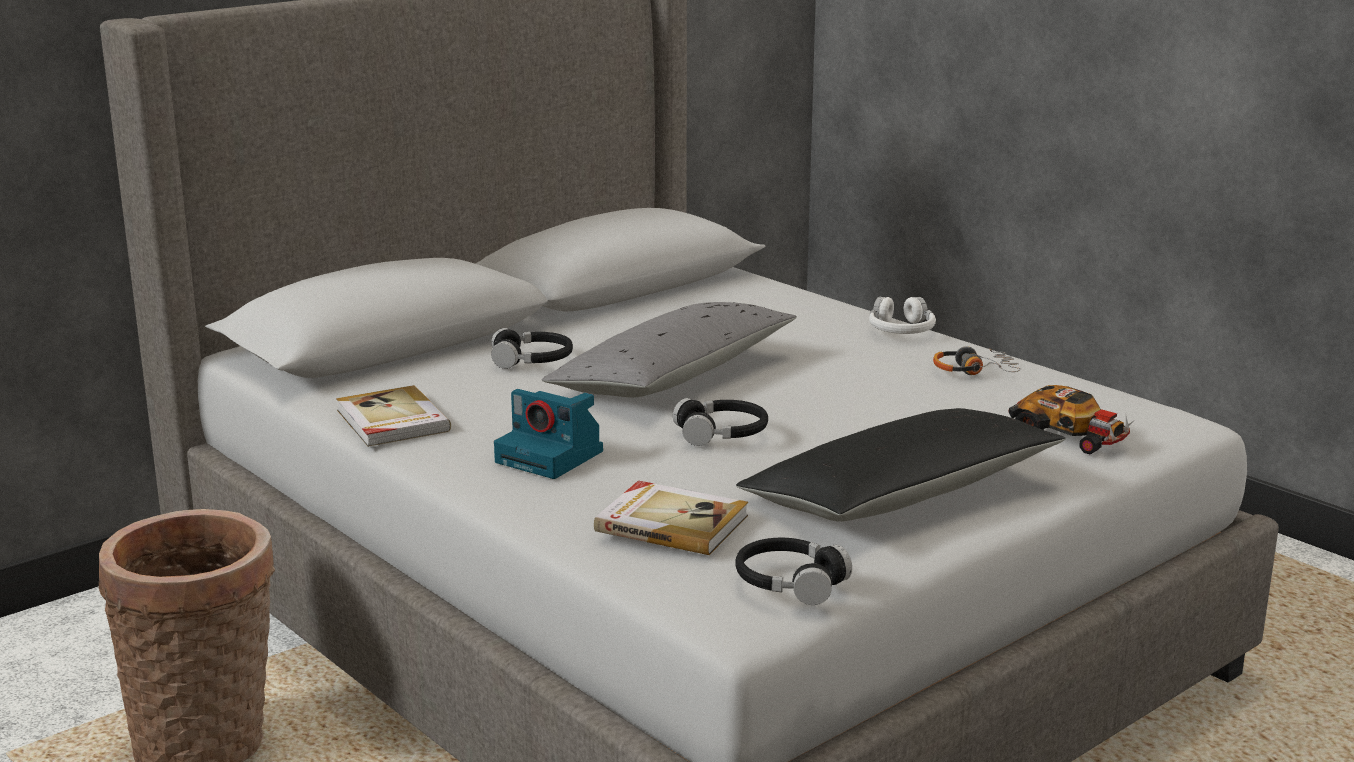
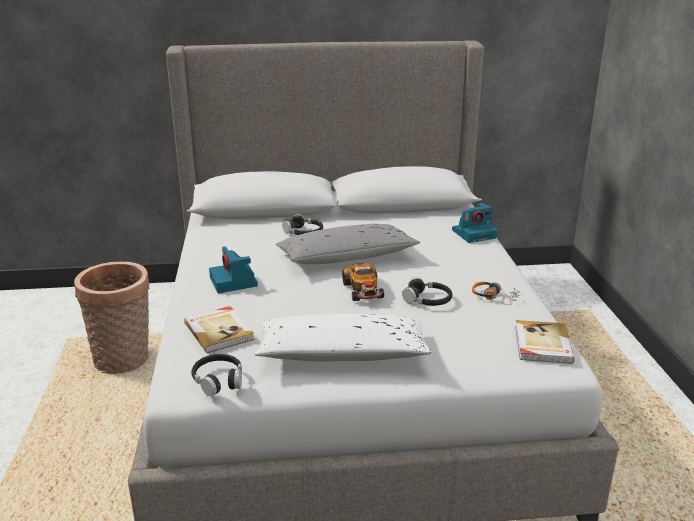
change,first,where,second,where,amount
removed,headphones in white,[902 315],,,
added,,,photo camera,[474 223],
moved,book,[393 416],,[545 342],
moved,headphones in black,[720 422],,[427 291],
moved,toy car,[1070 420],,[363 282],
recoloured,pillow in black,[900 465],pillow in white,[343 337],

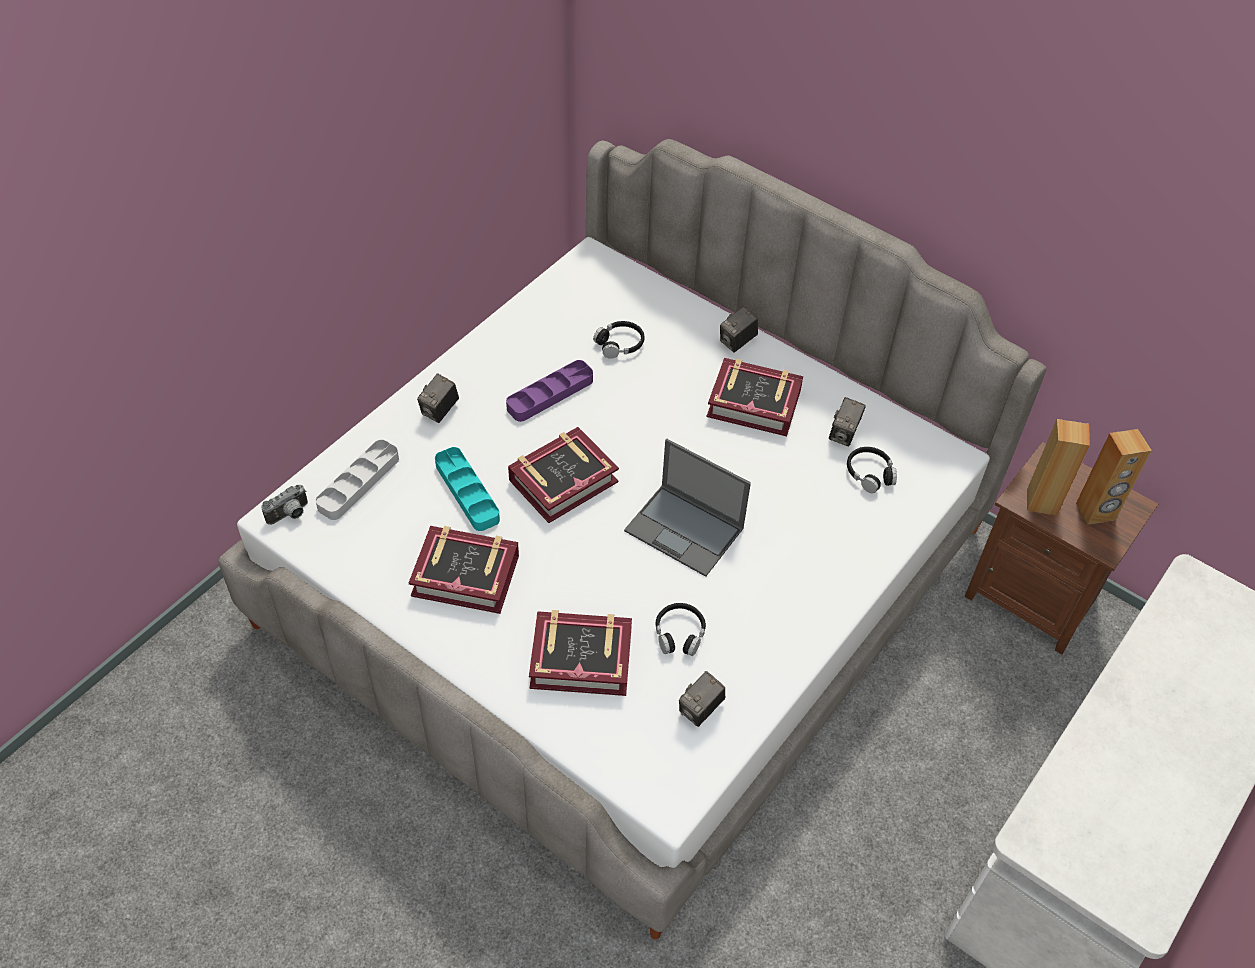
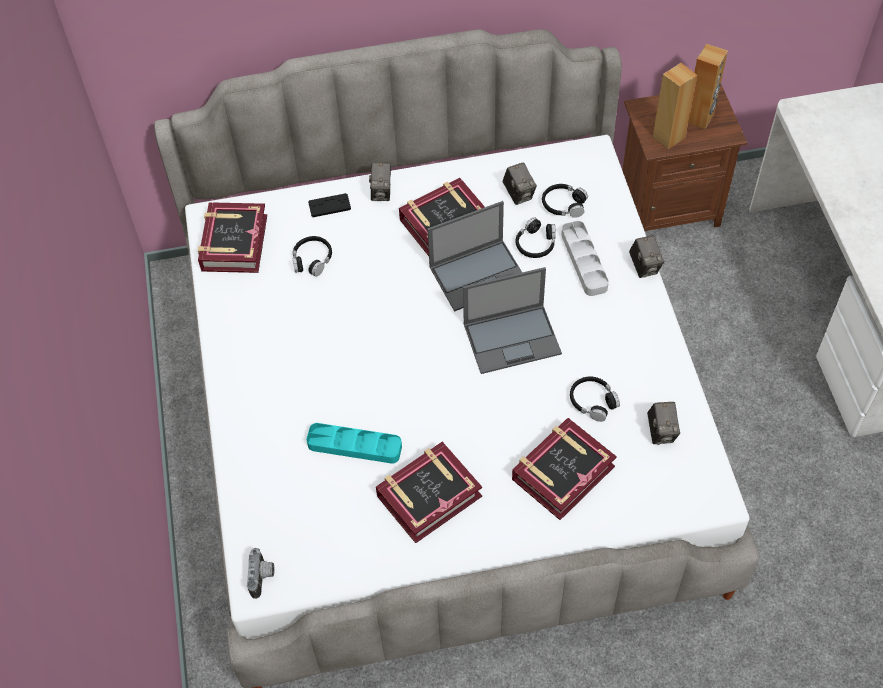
change,first,where,second,where,amount
removed,tray in purple,[549 391],,,
added,,,game controller in black,[329 205],
added,,,laptop,[474 256],
added,,,headphones in black,[535 237],
moved,tray in grey,[357 479],,[585 258],
moved,photo camera,[438 398],,[646 256],
moved,book,[563 475],,[232 237],

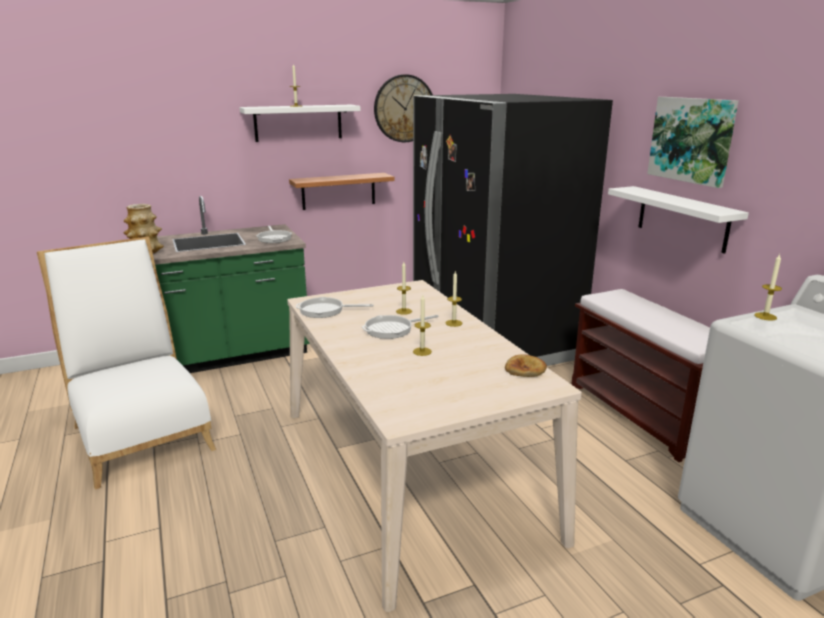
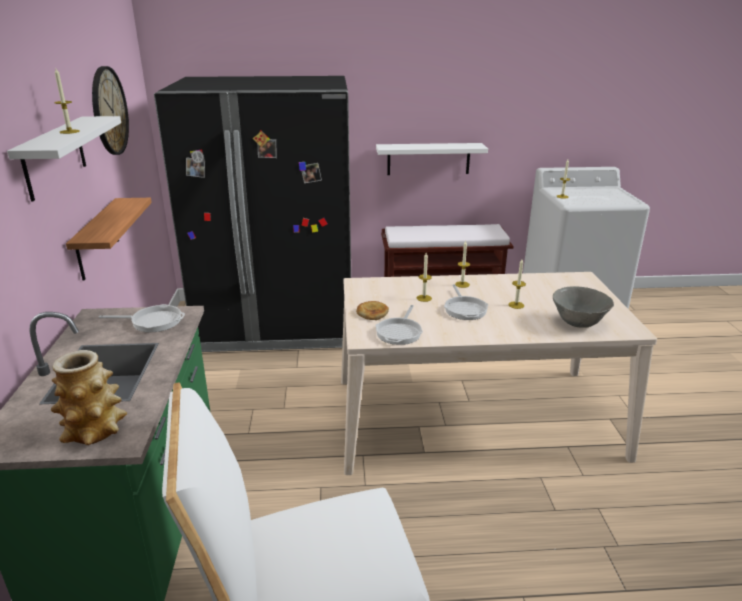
change,first,where,second,where,amount
removed,picture,[692 142],,,
added,,,bowl in grey,[583 307],
moved,bread,[526 365],,[372 310],

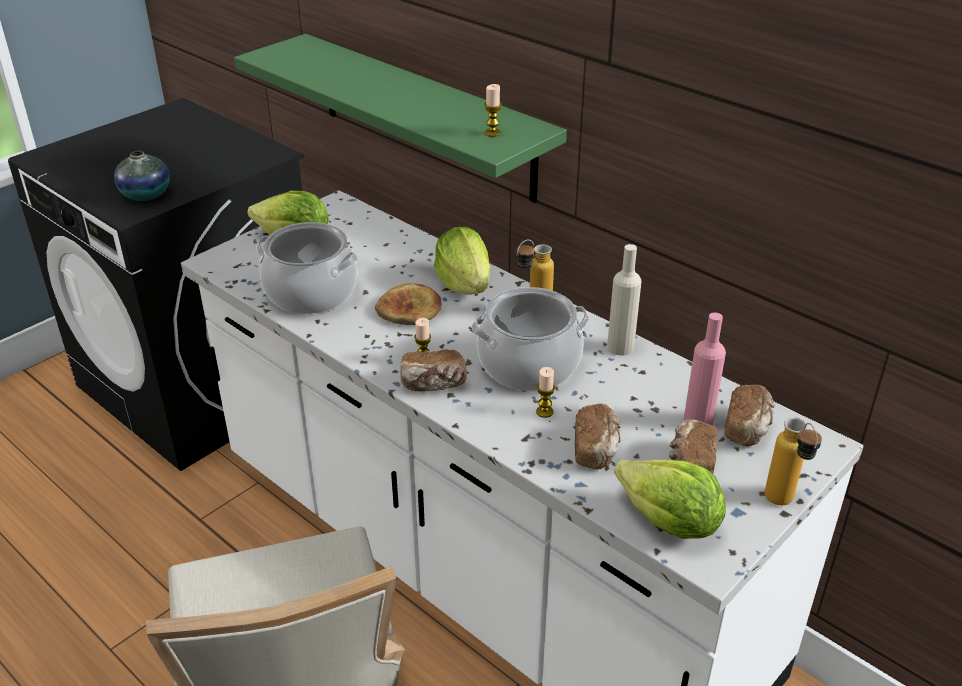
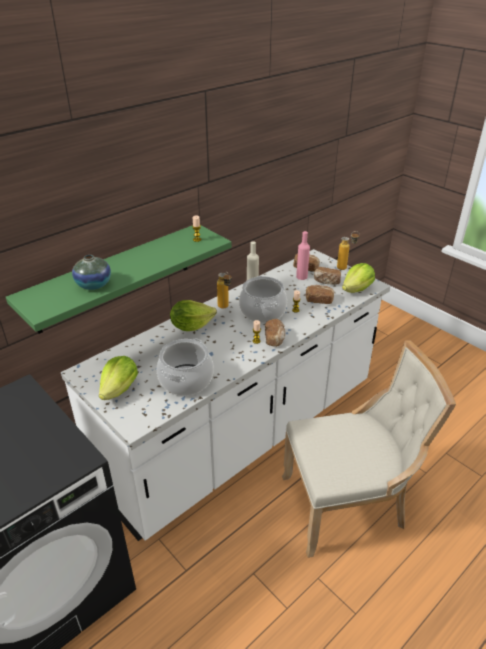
change,first,where,second,where,amount
removed,bread,[408 304],,,
moved,vase,[142 176],,[91 272],

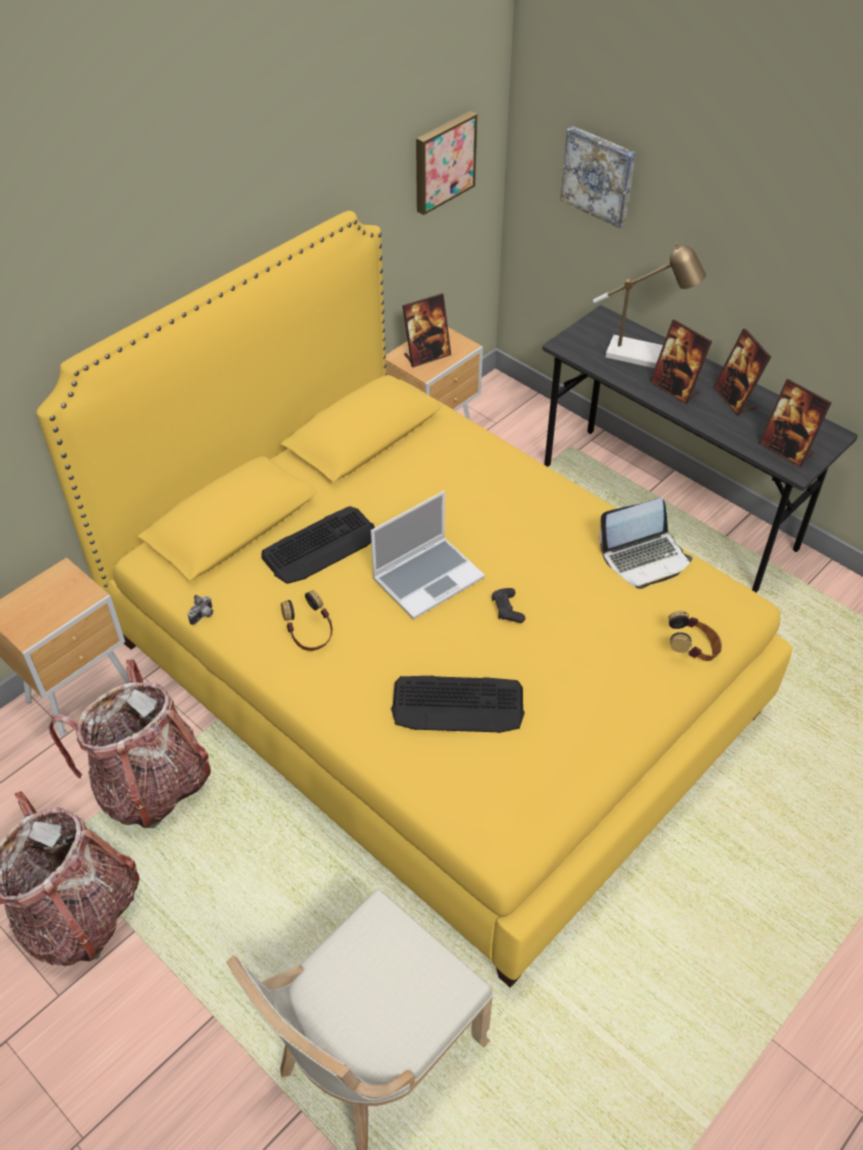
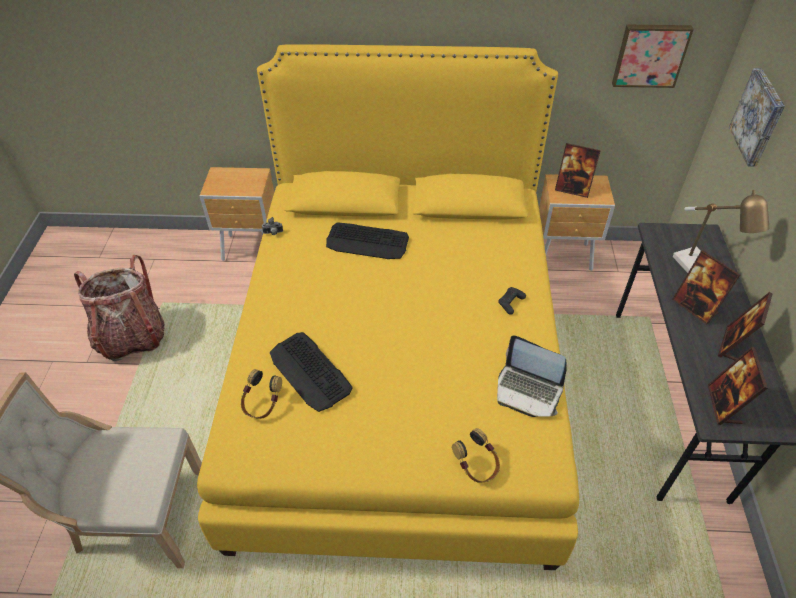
change,first,where,second,where,amount
removed,backpack,[129 744],,,
removed,laptop,[428 555],,,
moved,headphones,[307 620],,[261 394],
moved,game controller in black,[508 605],,[512 301],
turned,picture frame,[681 361],,[706 287],45 degrees counterclockwise

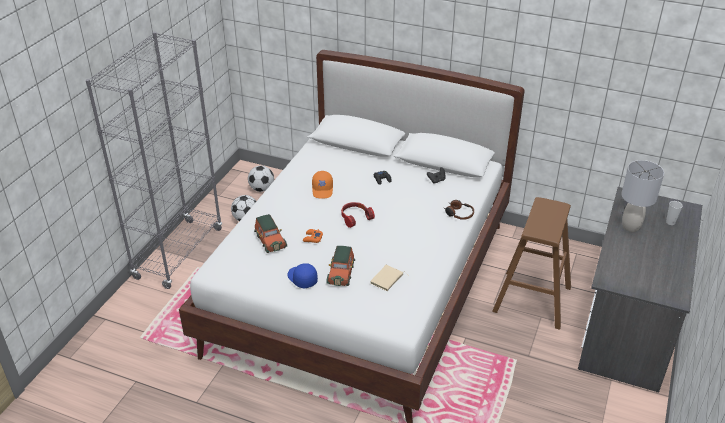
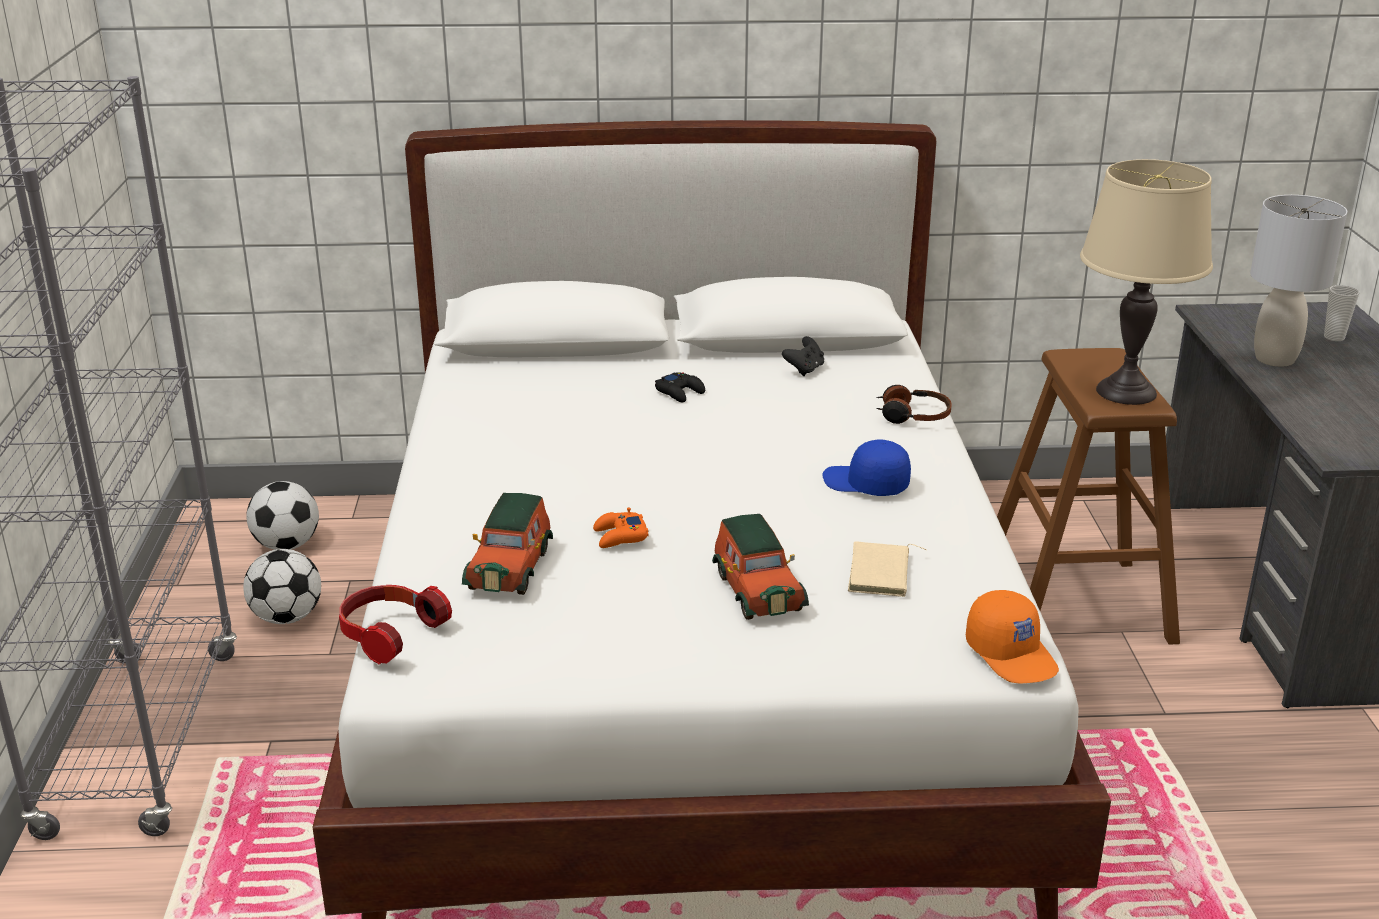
change,first,where,second,where,amount
added,,,table lamp in beige,[1146 282],
moved,cap in blue,[303 275],,[866 468],
moved,cap in orange,[322 185],,[1012 637],
moved,headphones,[358 215],,[395 625],
turned,toy car,[270 233],,[507 544],60 degrees clockwise

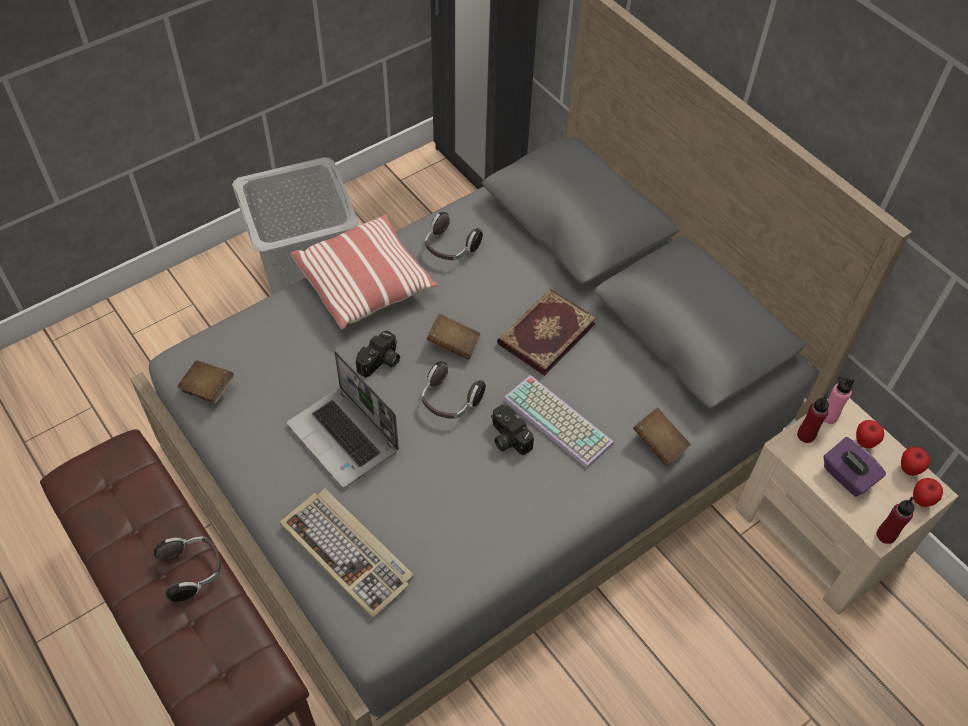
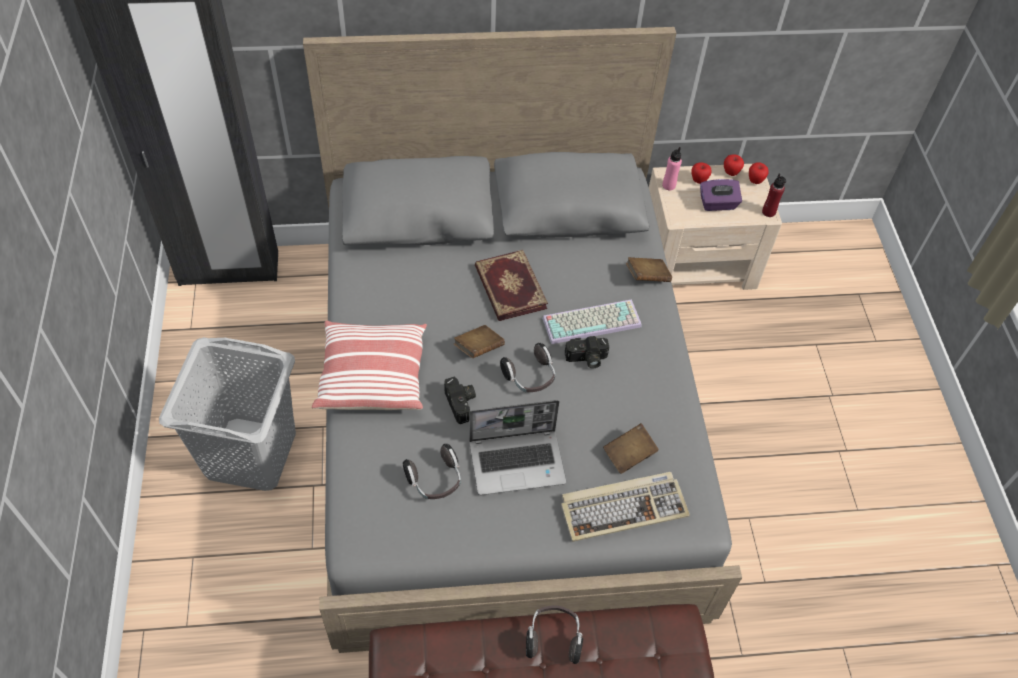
change,first,where,second,where,amount
removed,bottle in red,[813 417],,,
moved,book in brown,[205 382],,[631 448],
moved,headphones,[454 236],,[432 471],

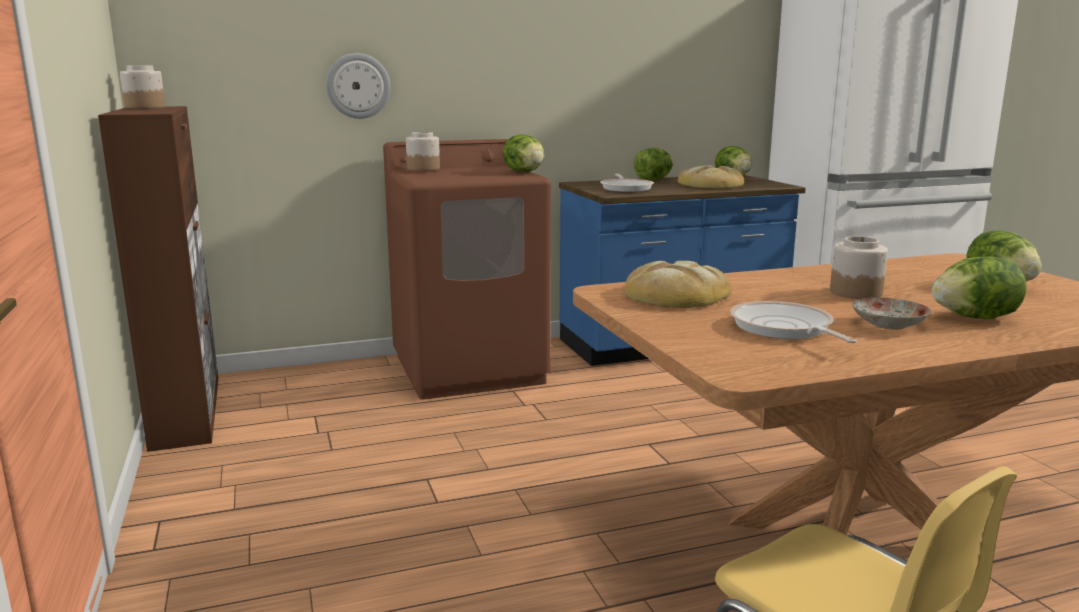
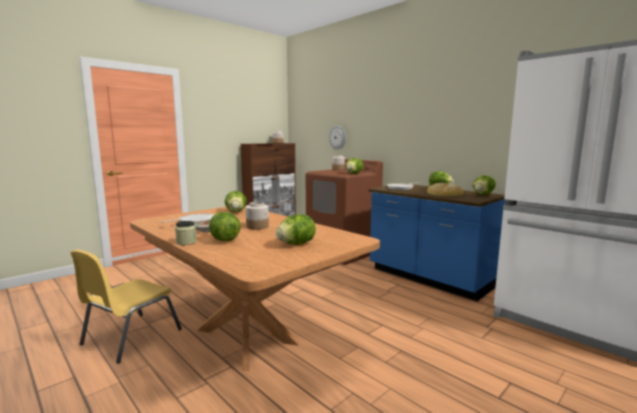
change,first,where,second,where,amount
added,,,jar,[186 233],
replaced,bread,[678 284],lettuce,[236 201],

